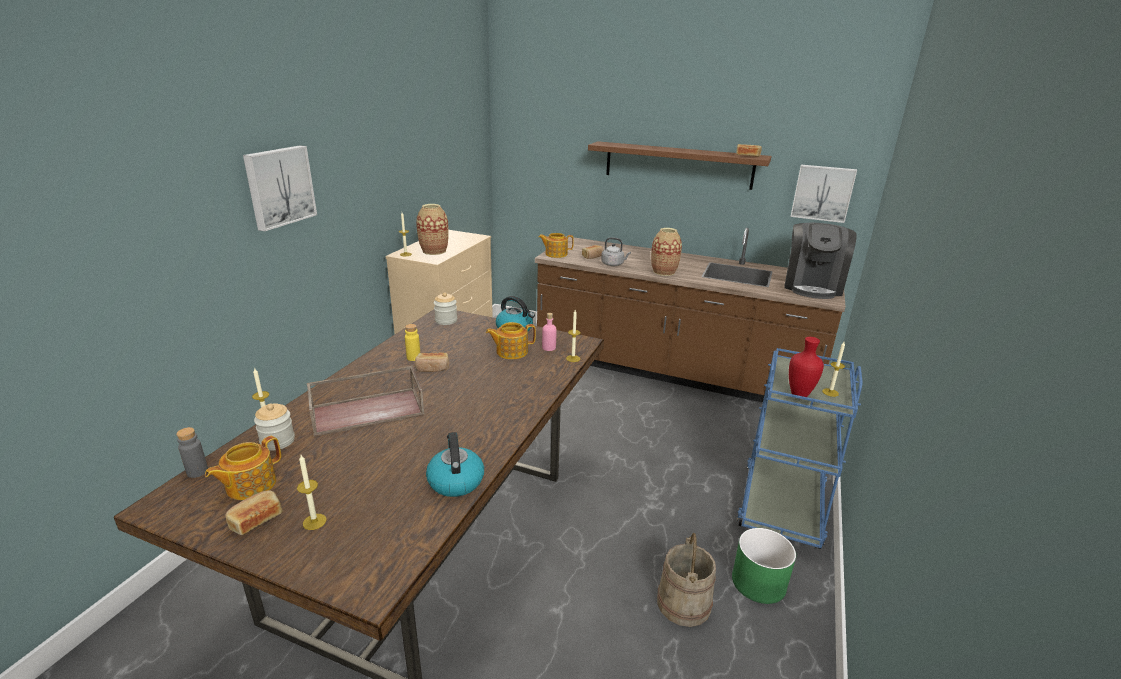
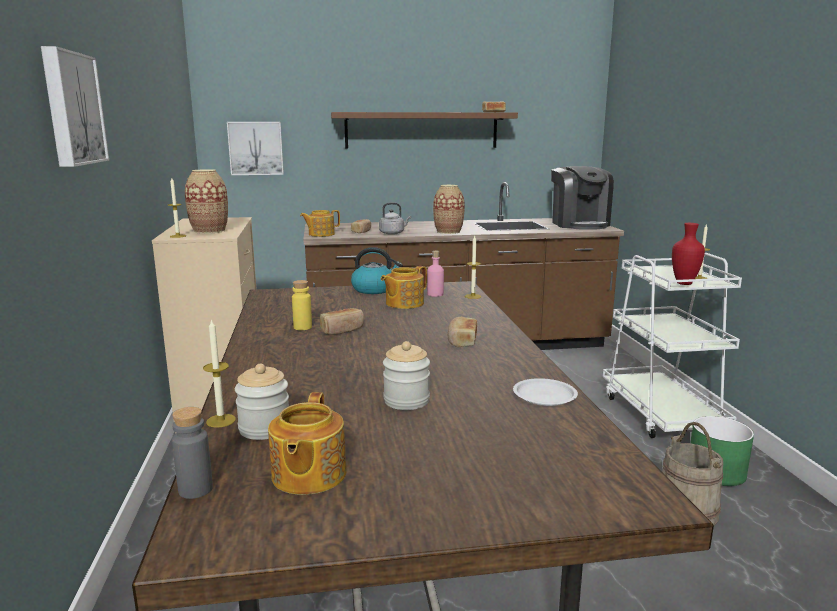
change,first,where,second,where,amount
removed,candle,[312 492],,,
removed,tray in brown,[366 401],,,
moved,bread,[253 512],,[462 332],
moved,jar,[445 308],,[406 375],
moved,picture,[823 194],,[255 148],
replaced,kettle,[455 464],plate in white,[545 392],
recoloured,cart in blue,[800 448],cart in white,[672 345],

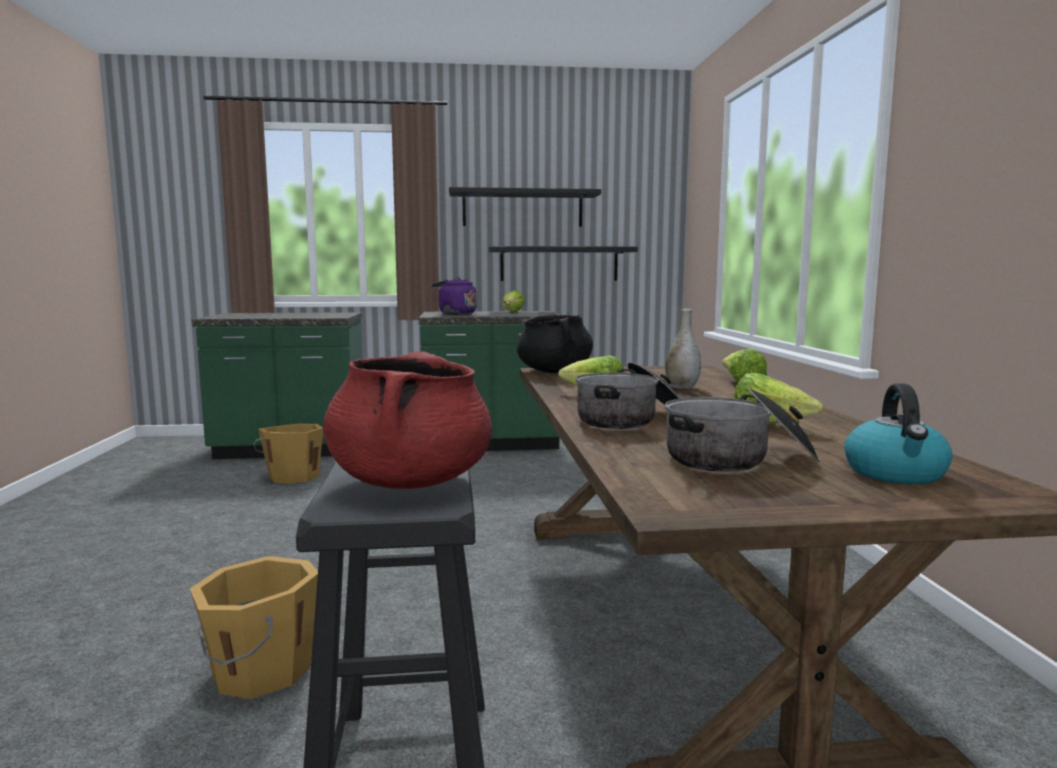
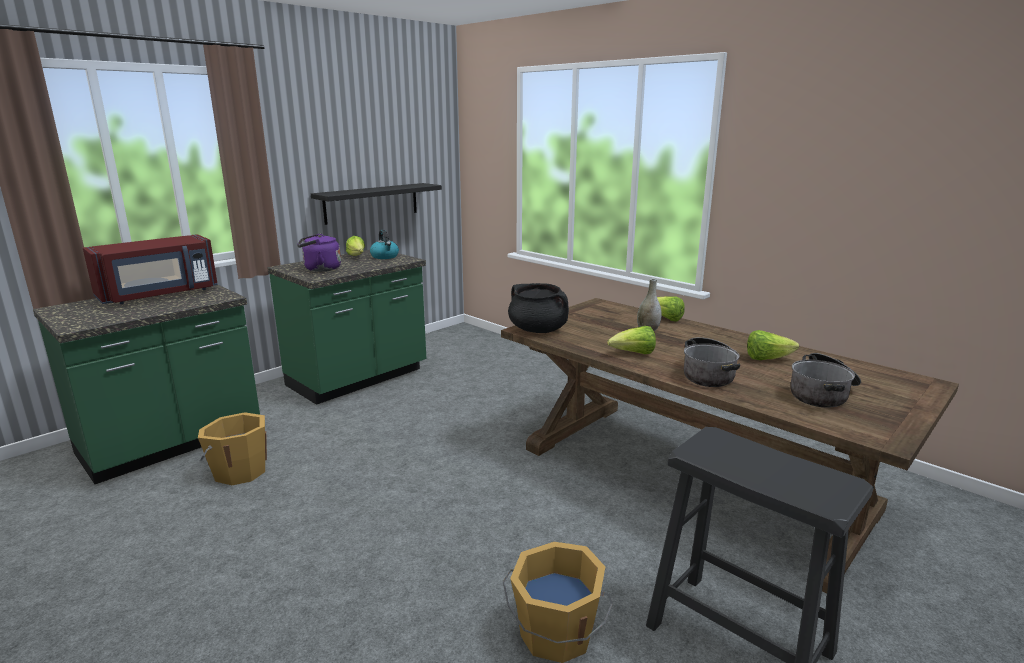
change,first,where,second,where,amount
removed,cooking pot in red,[407 420],,,
removed,shelf in black,[525 207],,,
added,,,microwave in red,[150 269],
moved,kettle,[898 433],,[384 244],

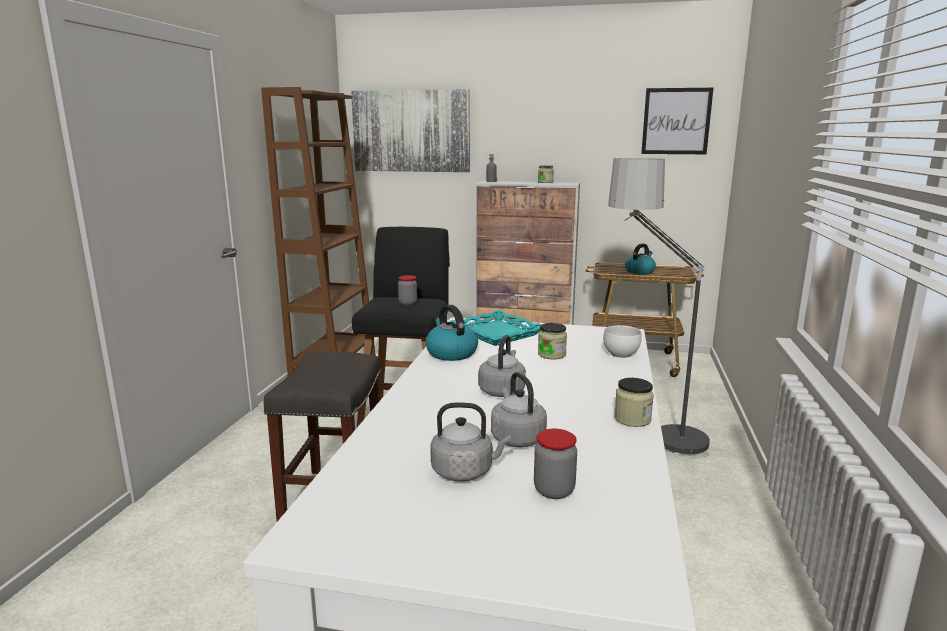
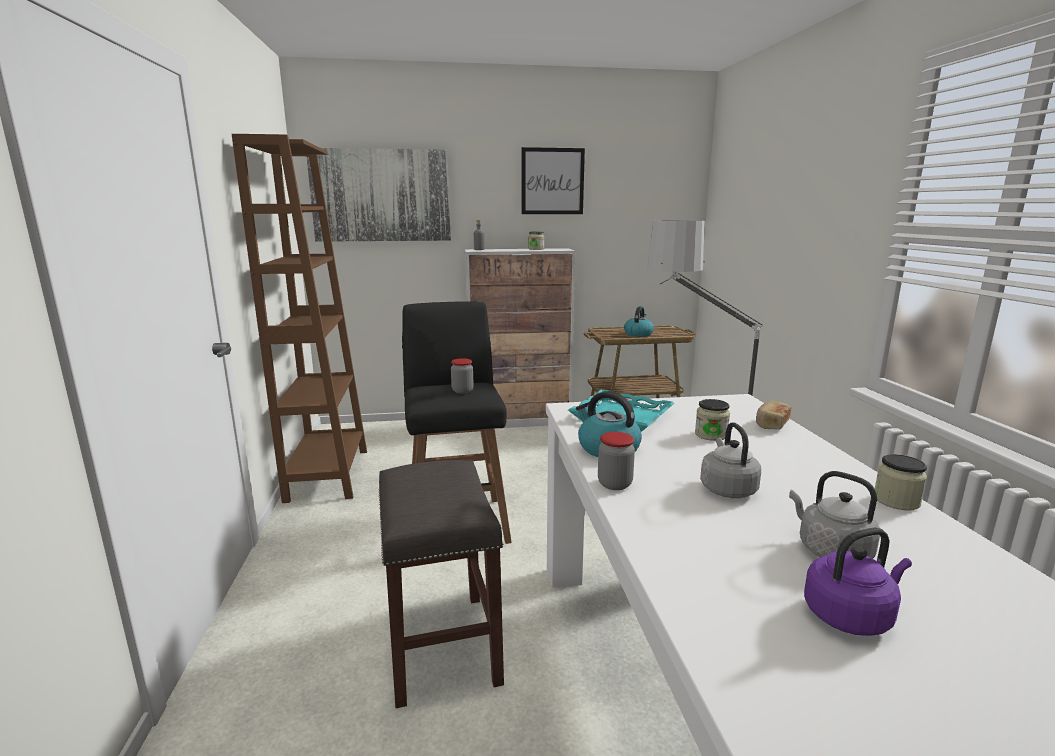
change,first,where,second,where,amount
moved,jar,[555 464],,[616 461],
moved,picture,[677 121],,[553 180],
replaced,bowl in white,[622 341],bread,[773 415],
recoloured,kettle in grey,[470 441],kettle in purple,[858 581],

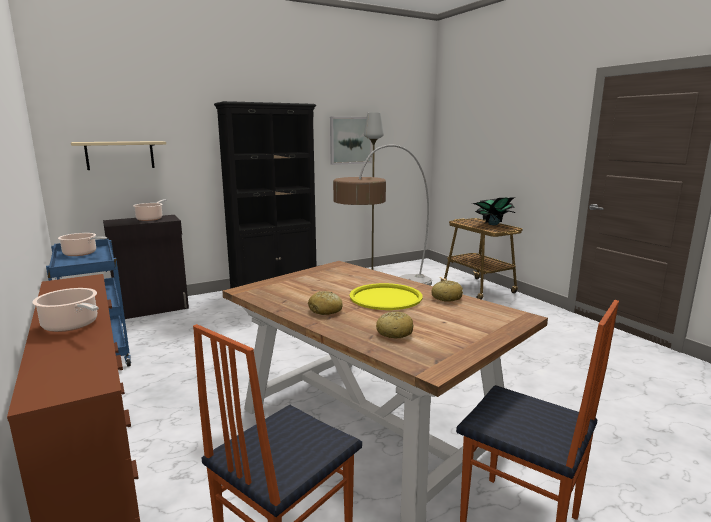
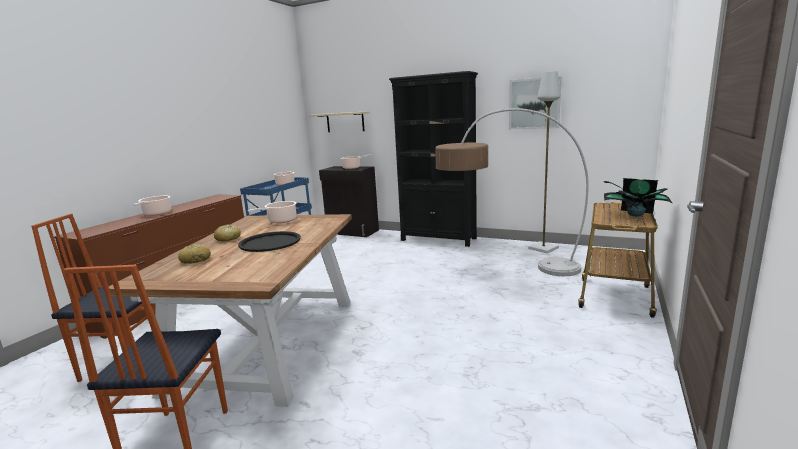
change,first,where,second,where,amount
removed,bread,[447 291],,,
added,,,cooking pot,[272 212],
recoloured,tray in yellow,[386 296],tray in black,[269 241],

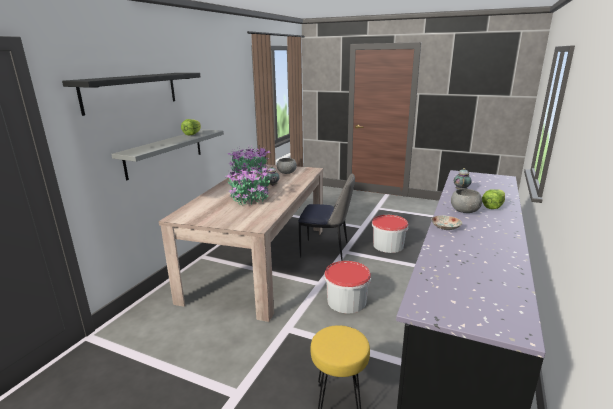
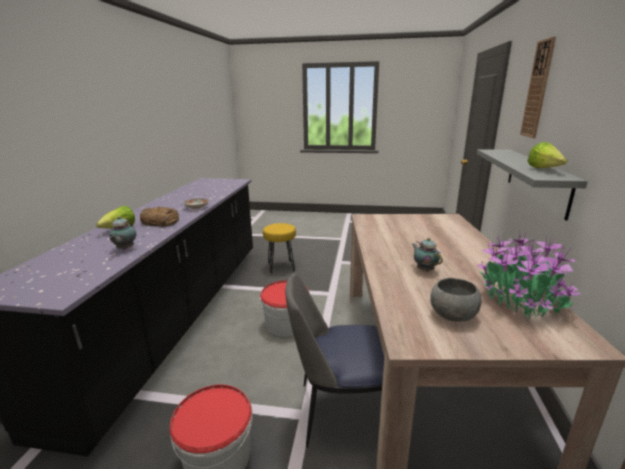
change,first,where,second,where,amount
removed,potted plant,[249 184],,,
replaced,shelf in black,[131 94],wall clock,[538 87],
replaced,bowl in grey,[466 201],bread,[159 217],

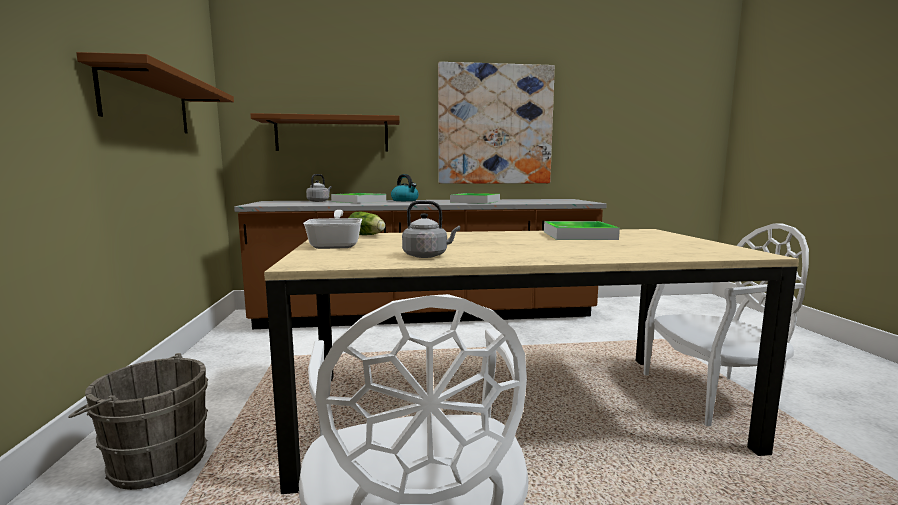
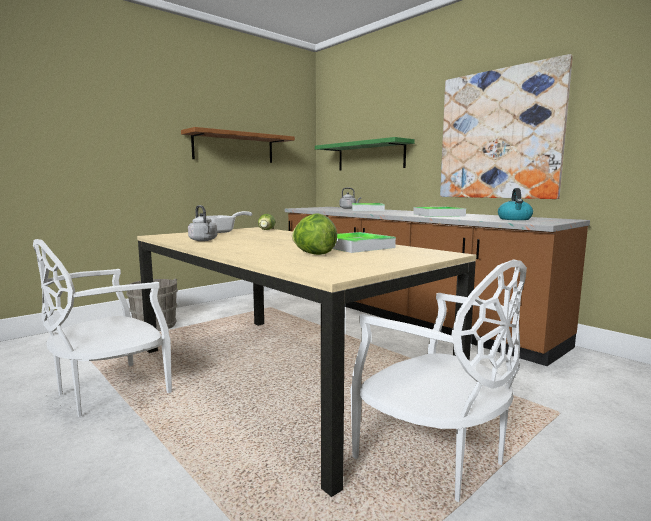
change,first,where,second,where,amount
added,,,lettuce,[314 234],
moved,kettle,[405 187],,[515 204],
recoloured,shelf in brown,[325 132],shelf in green,[365 154],

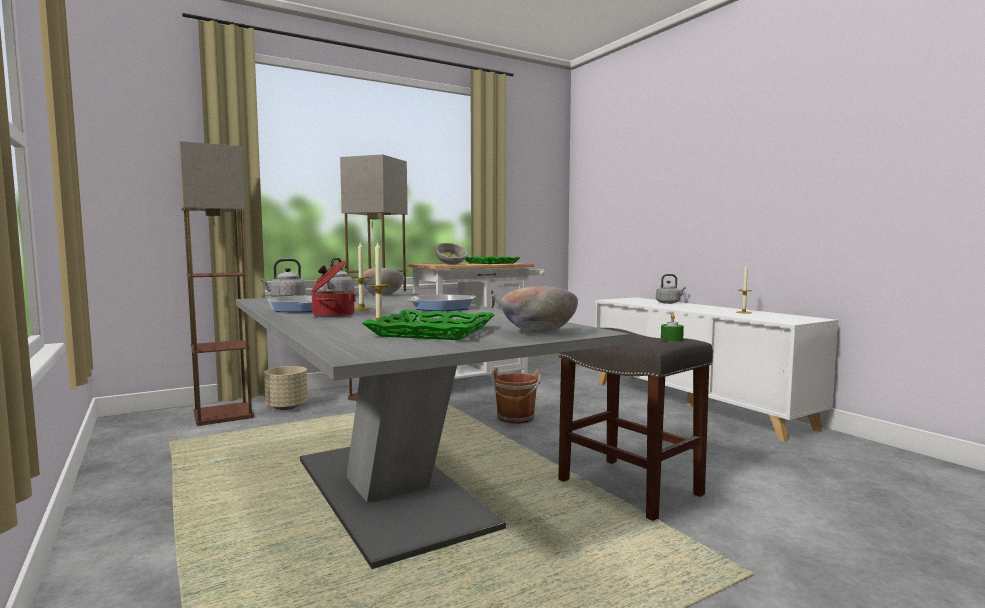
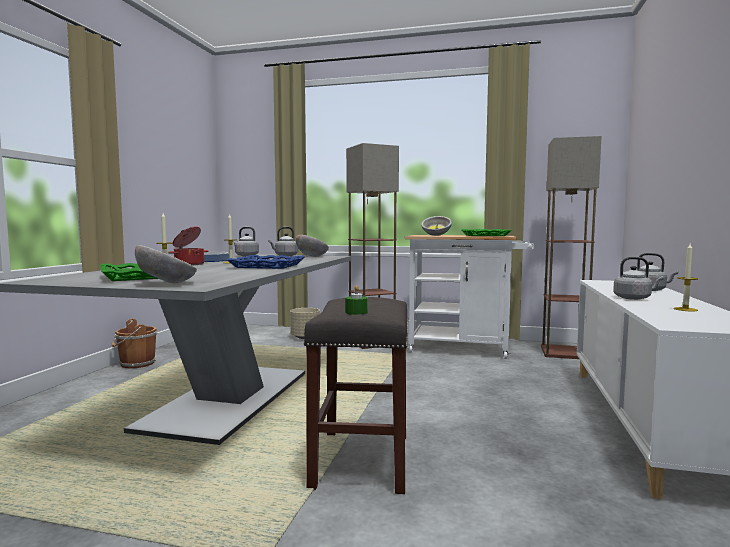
change,first,where,second,where,amount
added,,,kettle in grey,[638 278],
moved,floor lamp,[216 283],,[571 247],
moved,bucket in brown,[516 395],,[134 343],
replaced,frying pan,[441 302],tray in blue,[266 262],

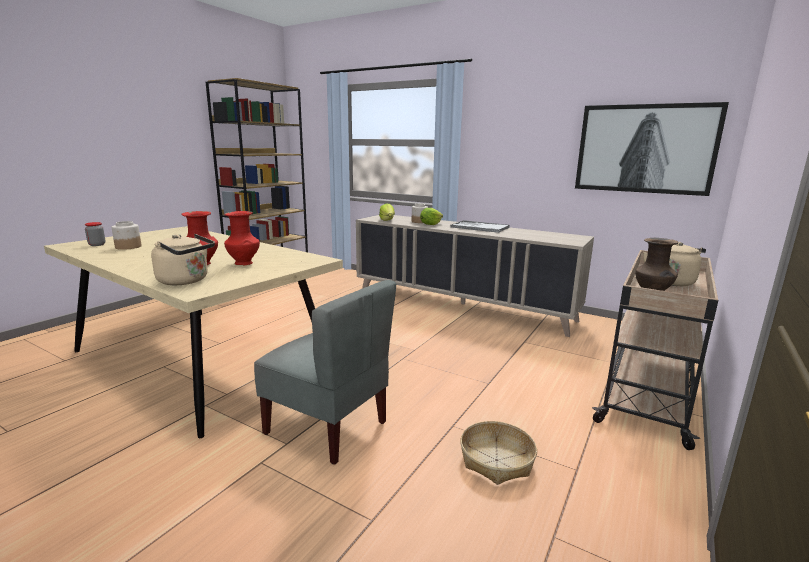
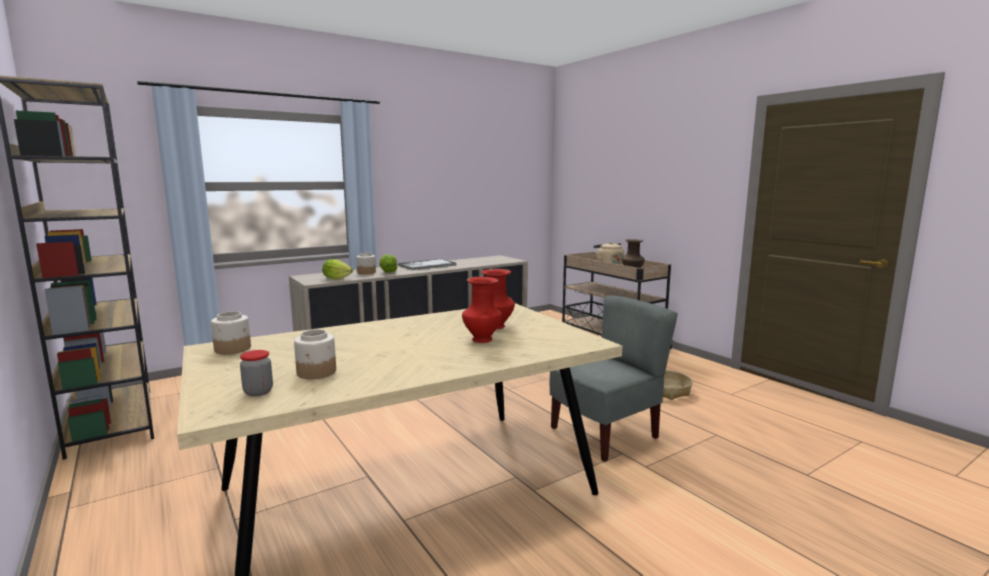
change,first,where,second,where,amount
removed,kettle in beige,[183 259],,,
removed,picture,[652 149],,,
added,,,jar,[231 332],

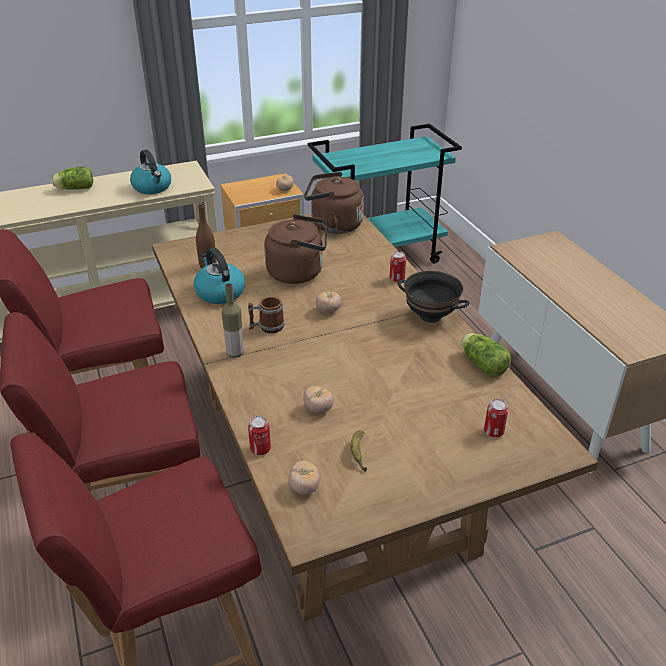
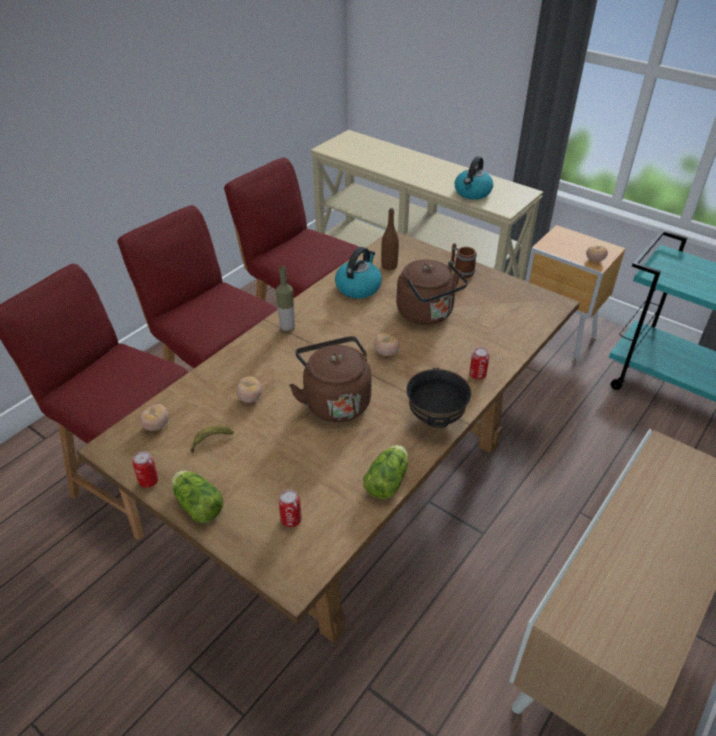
change,first,where,second,where,amount
moved,lettuce,[72 178],,[197 497],
moved,mug,[266 315],,[463 260],
moved,can,[259 435],,[145 469],
moved,kettle in brown,[334 203],,[330 379],

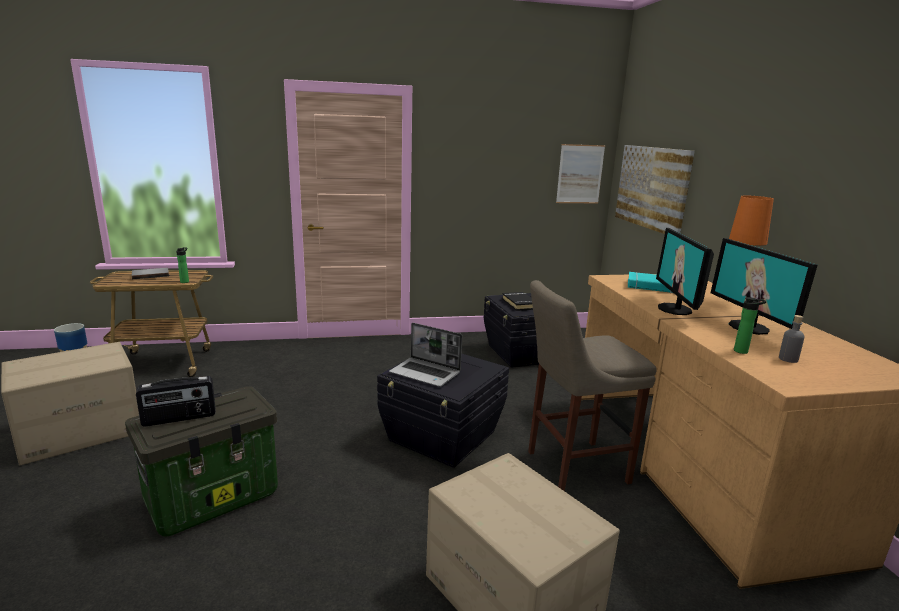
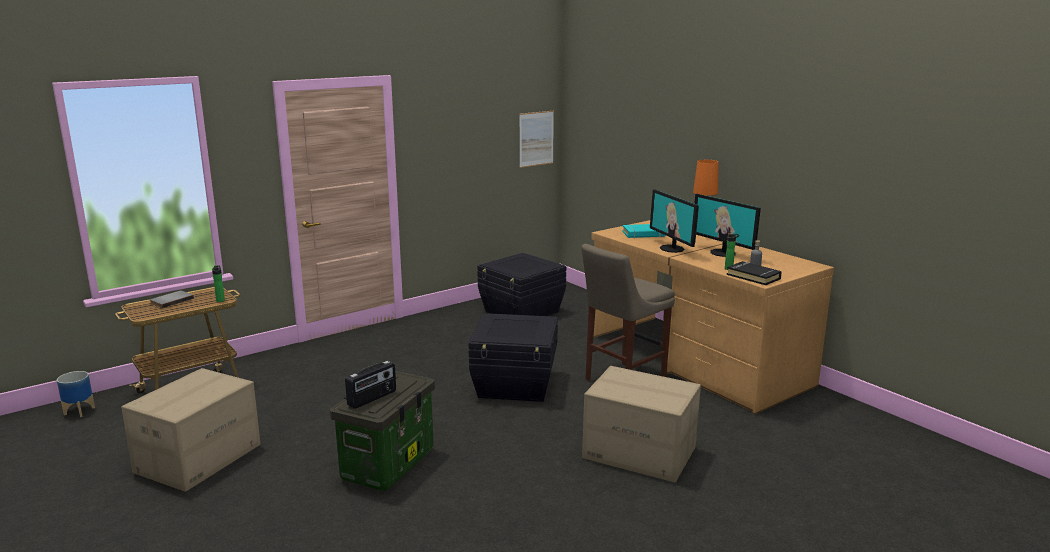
change,first,where,second,where,amount
removed,laptop,[425 355],,,
removed,picture,[655 189],,,
moved,book in black,[517 301],,[754 273],

